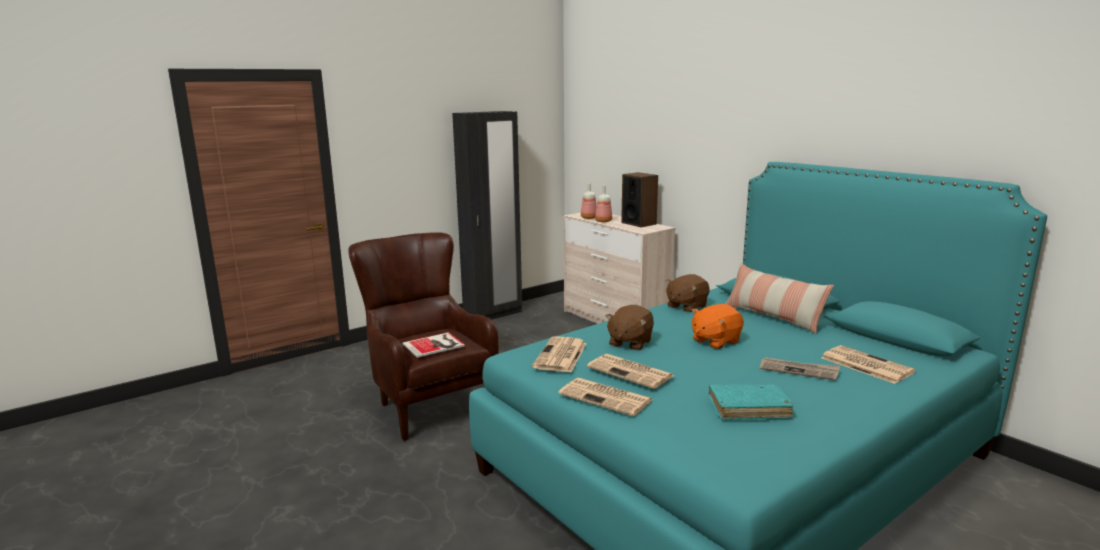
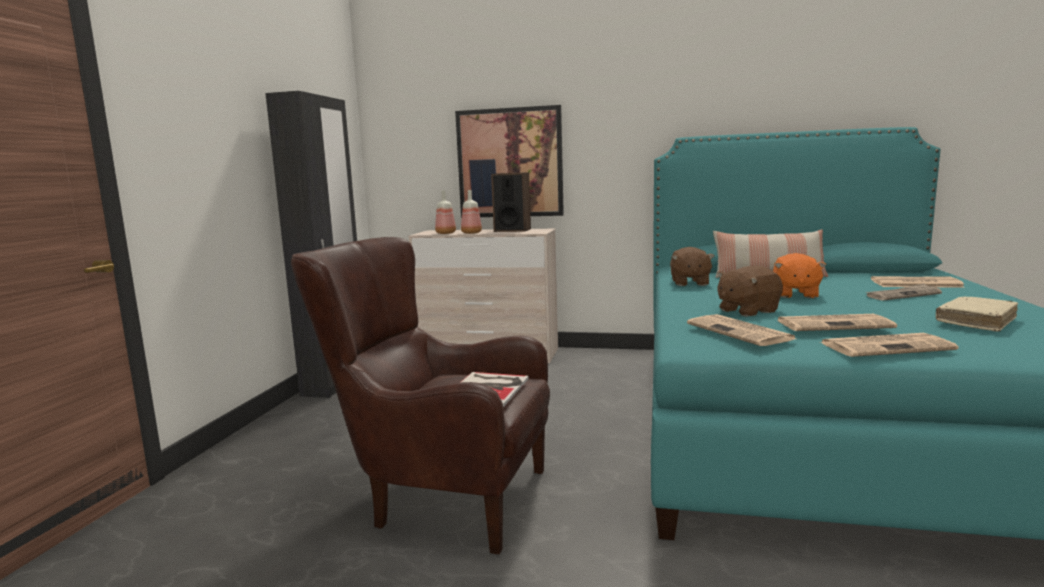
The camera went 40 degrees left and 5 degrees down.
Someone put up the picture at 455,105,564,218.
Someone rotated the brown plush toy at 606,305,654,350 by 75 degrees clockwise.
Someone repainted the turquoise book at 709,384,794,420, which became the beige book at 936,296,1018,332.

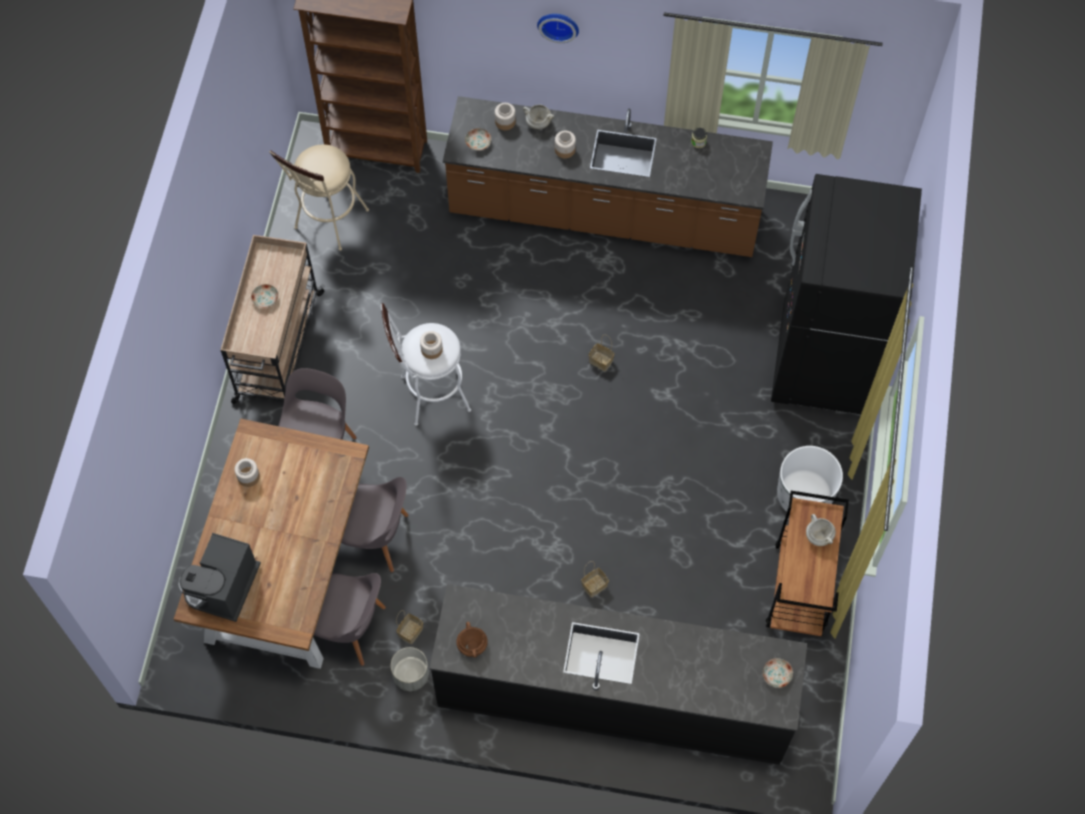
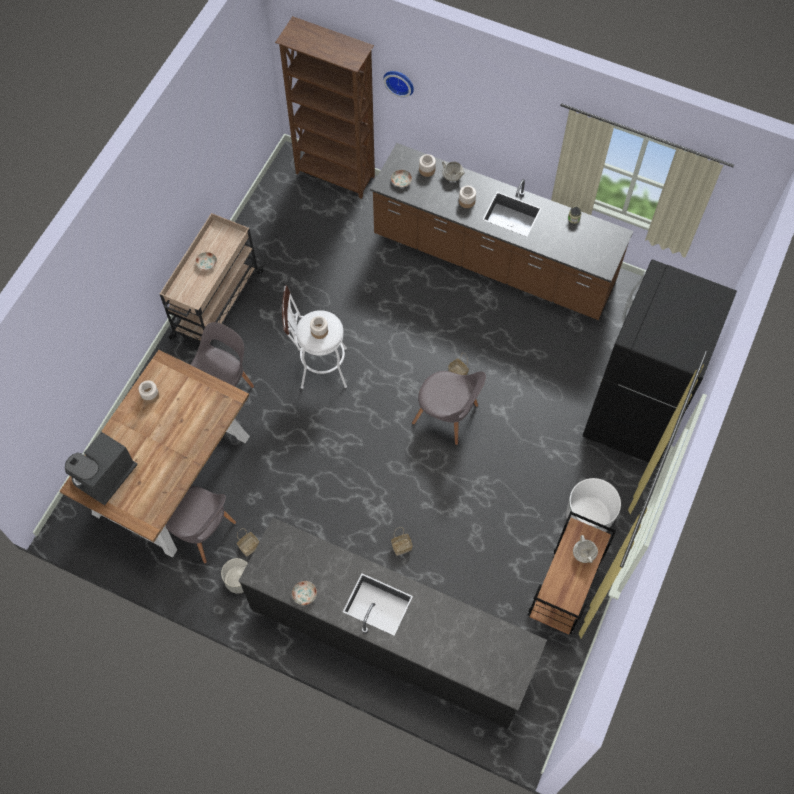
The camera went 15 degrees right and 0 degrees up.
Someone carried the plate from 763,658,793,688 to 292,581,317,605.
Someone carried the wall clock from 537,14,579,43 to 383,71,414,98.
Someone carried the grey chair from 341,477,409,572 to 412,371,486,445.
Someone took away the beige stool at 269,145,369,251.
Someone took away the brown cooking pot at 456,622,488,658.

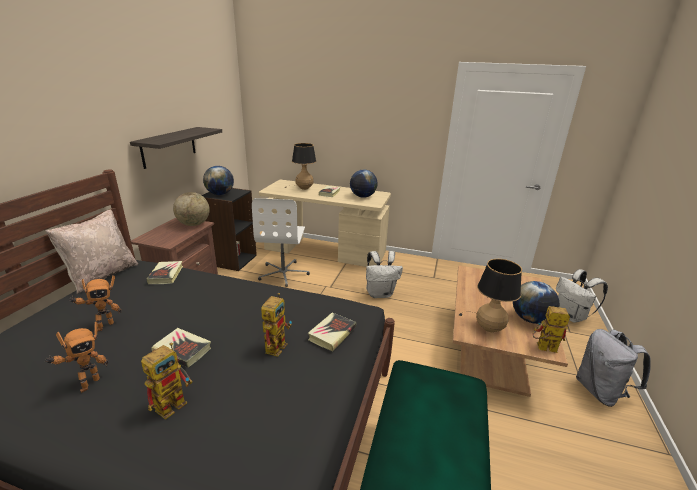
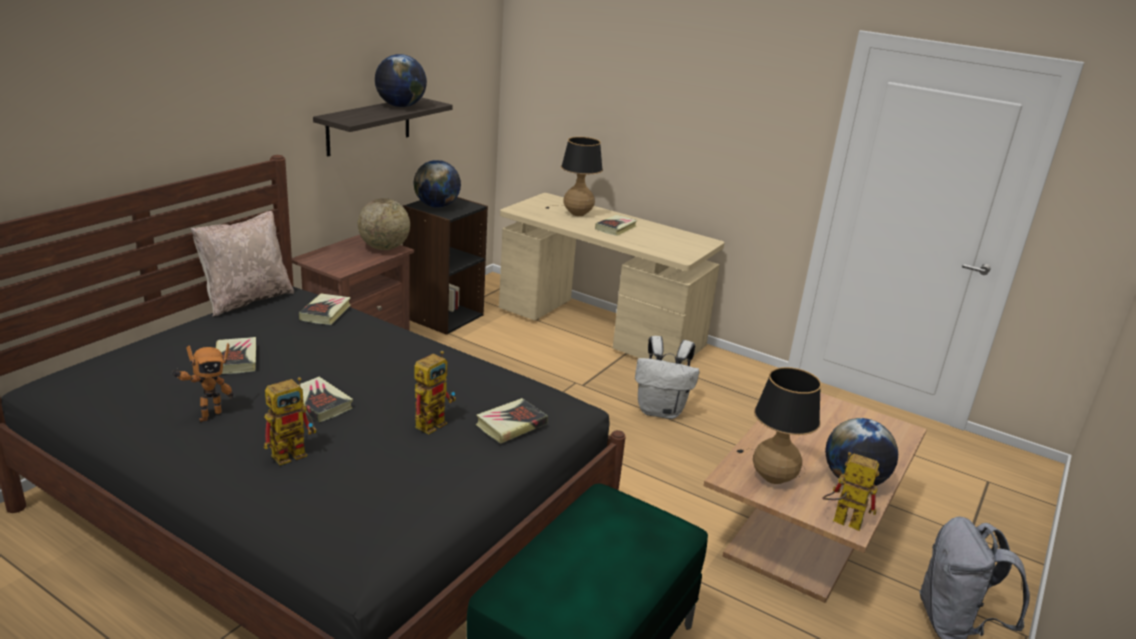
The camera went 15 degrees right and 0 degrees up.
Someone swapped the toy robot at 68,275,122,332 for the book at 216,337,256,374.
Someone carried the globe from 350,170,377,198 to 375,54,427,107.
Someone took away the white office chair at 252,198,310,287.
Someone took away the white backpack at 556,269,608,323.

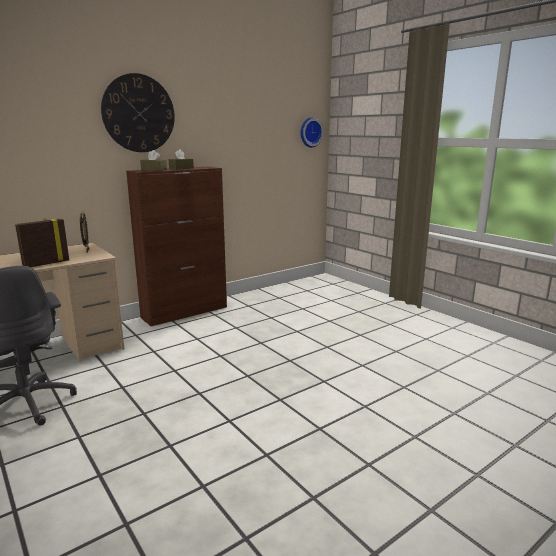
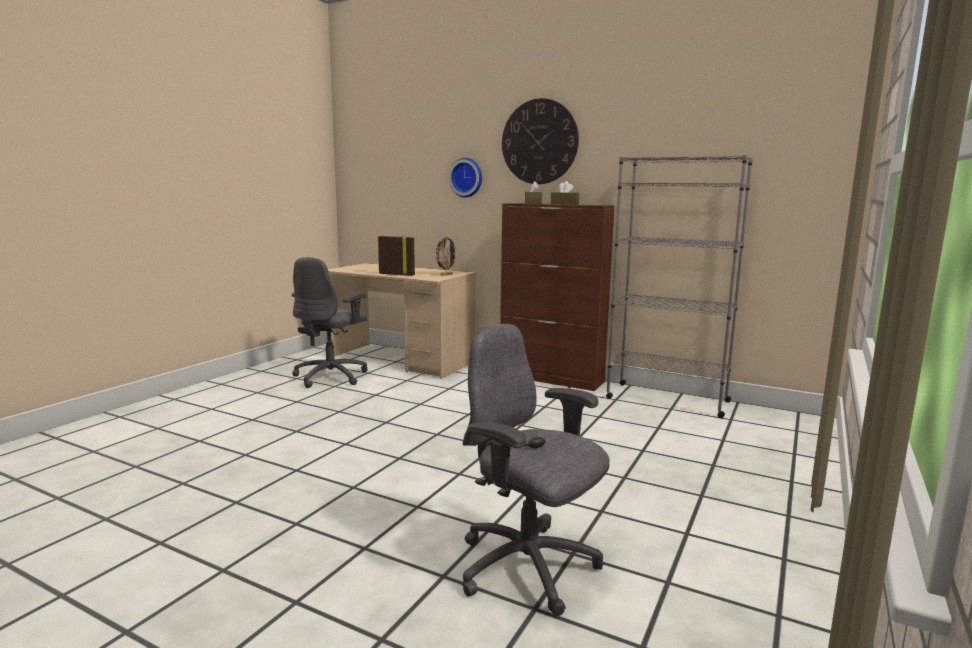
The camera went 65 degrees right and 5 degrees down.
Someone carried the wall clock from 300,117,324,148 to 448,158,482,197.
Someone put down the grey office chair at 462,324,610,616.
Someone put down the grey bookcase at 606,155,753,418.

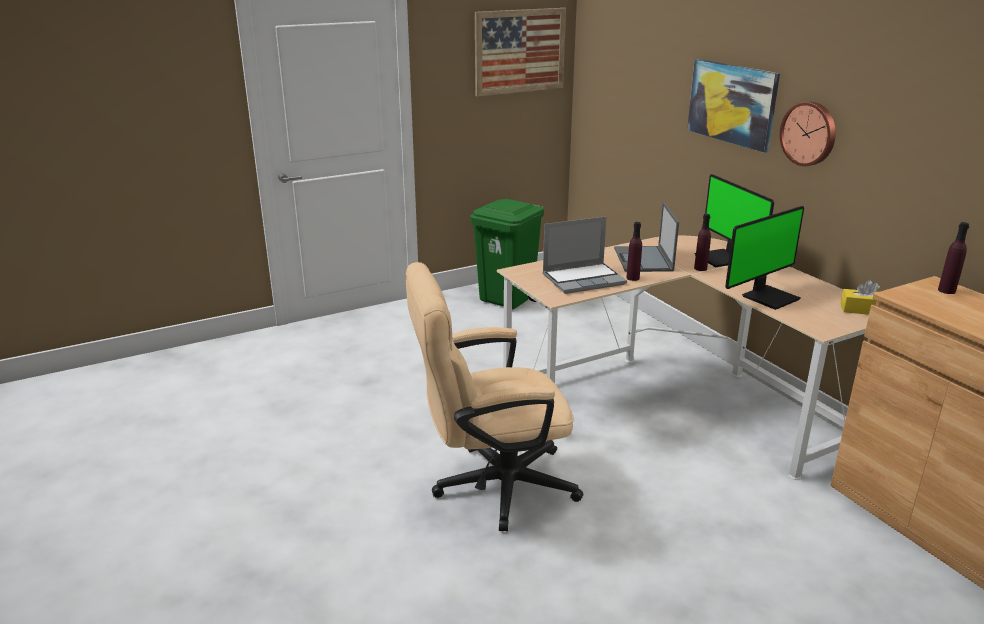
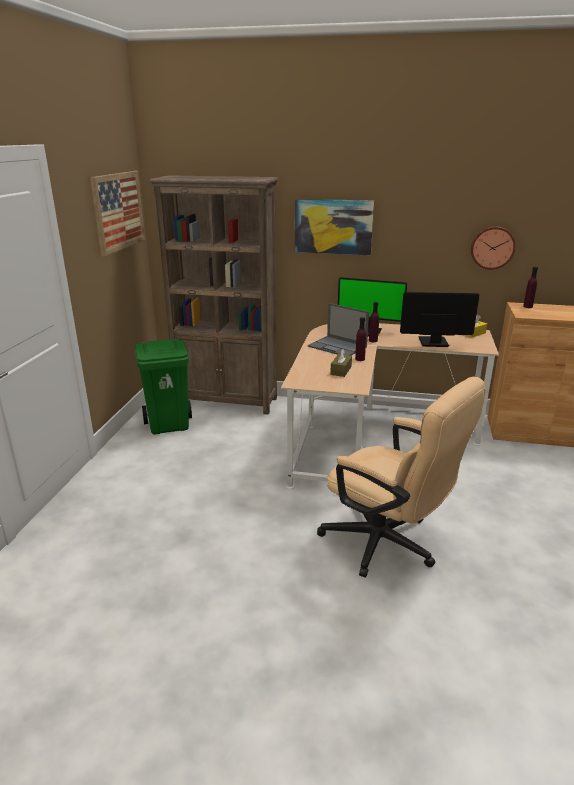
The camera went 50 degrees left and 0 degrees up.
Someone put down the brown bookcase at 149,175,279,415.
Someone rotated the beige office chair at 405,262,583,531 by 75 degrees counterclockwise.
Someone swapped the laptop at 542,216,627,294 for the brown tissue box at 330,349,352,377.
Someone rotated the monitor at 725,206,804,310 by 90 degrees counterclockwise.
Someone carried the wall clock from 780,102,836,166 to 471,226,516,270.

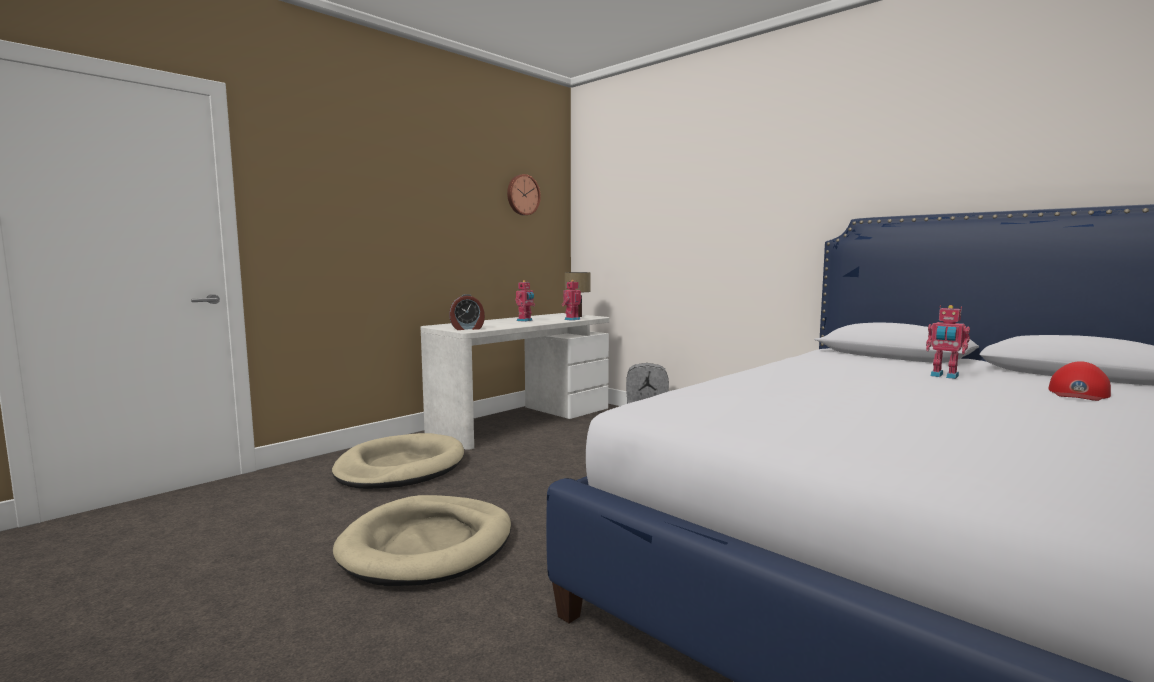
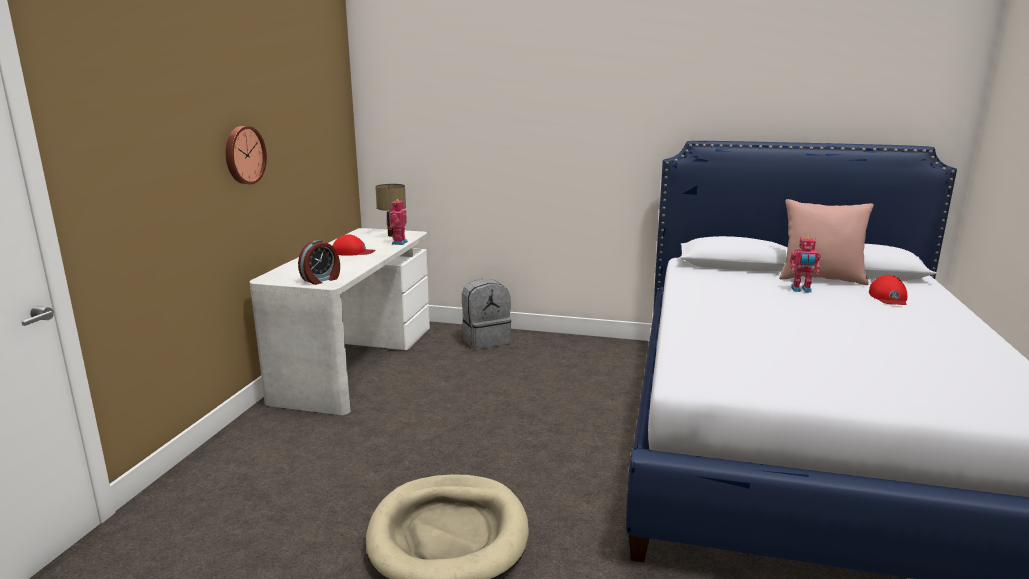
The camera went 30 degrees left and 10 degrees up.
Someone carried the wall clock from 507,174,541,215 to 226,126,267,184.
Someone swapped the toy robot at 515,280,535,322 for the red cap at 332,234,376,256.
Someone put down the pink pillow at 779,199,874,285.
Someone took away the beige dog bed at 332,433,464,489.

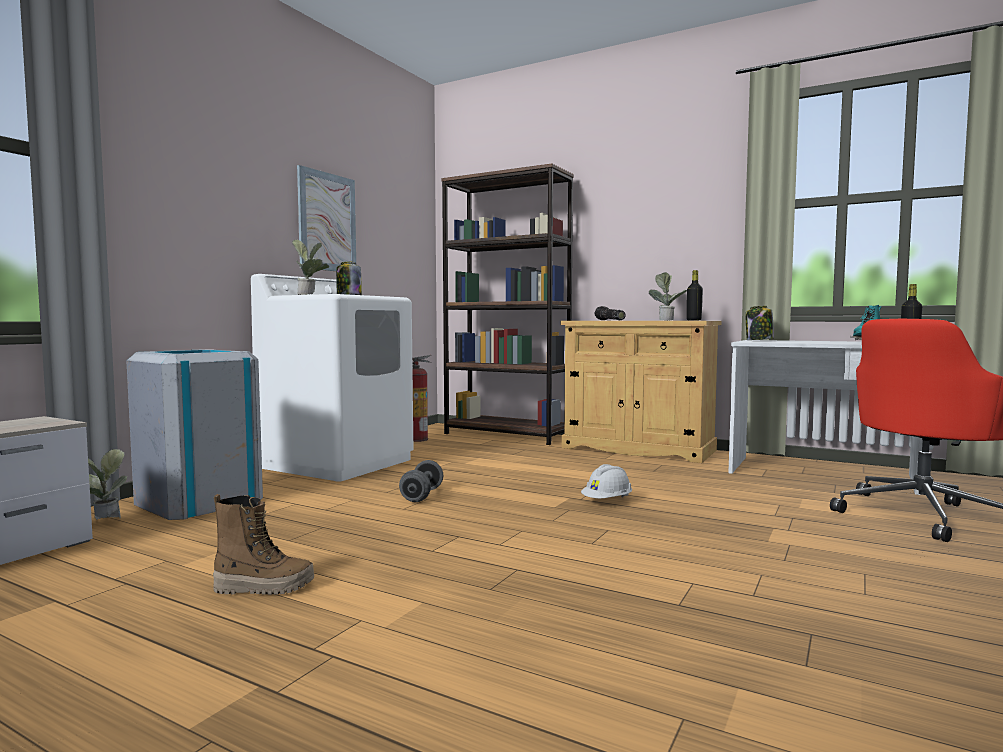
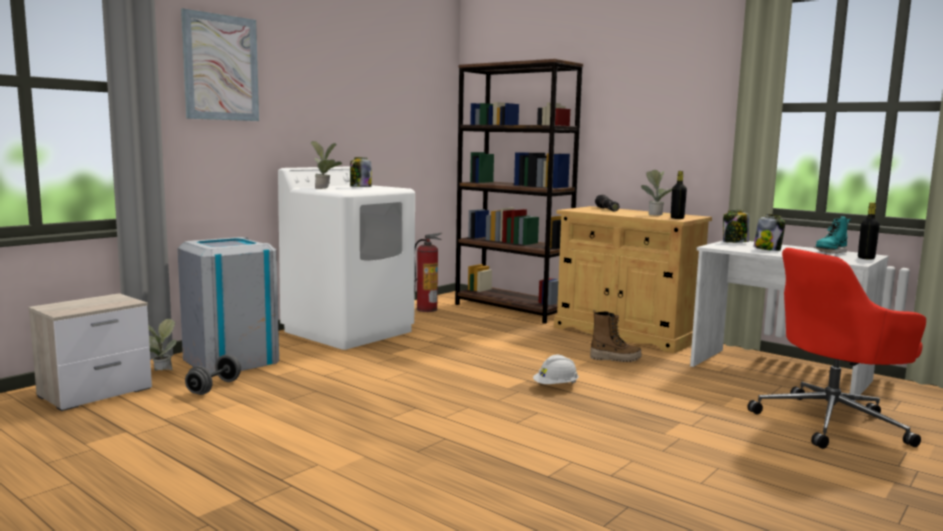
The camera went 10 degrees right and 5 degrees up.
Someone carried the picture from 297,165,356,271 to 181,8,259,121.
Someone carried the grey dumbbell from 399,460,443,502 to 185,355,241,395.
Someone carried the boot from 213,494,314,595 to 590,310,641,362.
Someone put down the jar at 754,214,786,251.

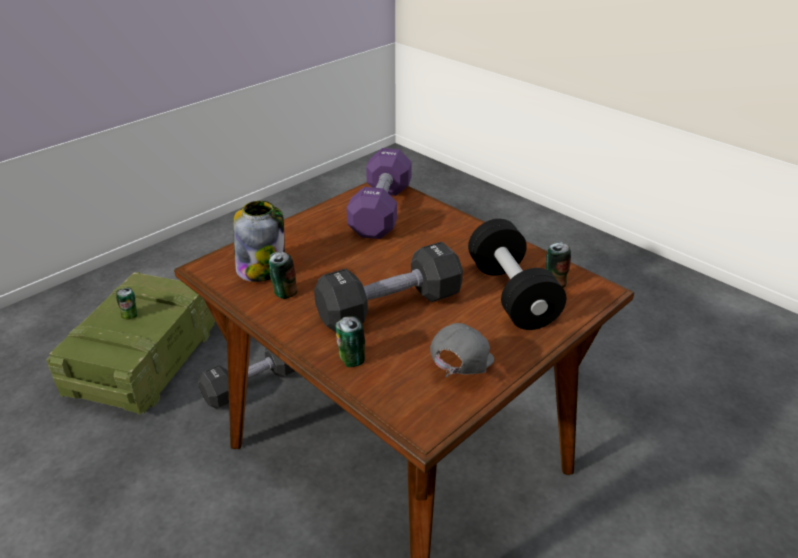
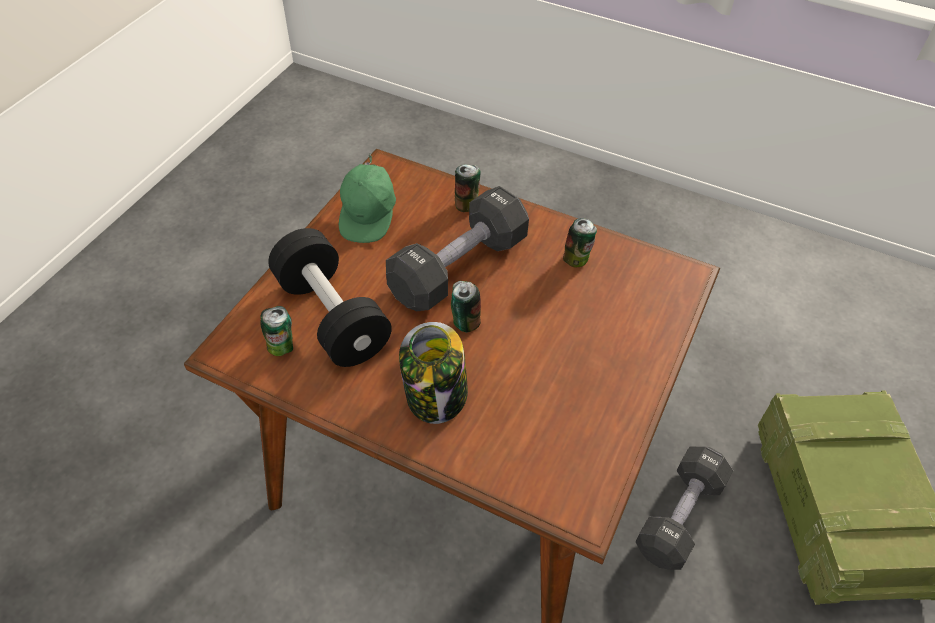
The camera went 160 degrees right and 15 degrees up.
Someone repainted the grey cap at 430,323,494,378, which became the green cap at 339,154,396,243.
Someone carried the jar from 233,201,285,282 to 399,322,468,424.
Someone carried the can from 116,288,137,320 to 451,281,481,332.
Someone took away the purple dumbbell at 347,148,412,239.

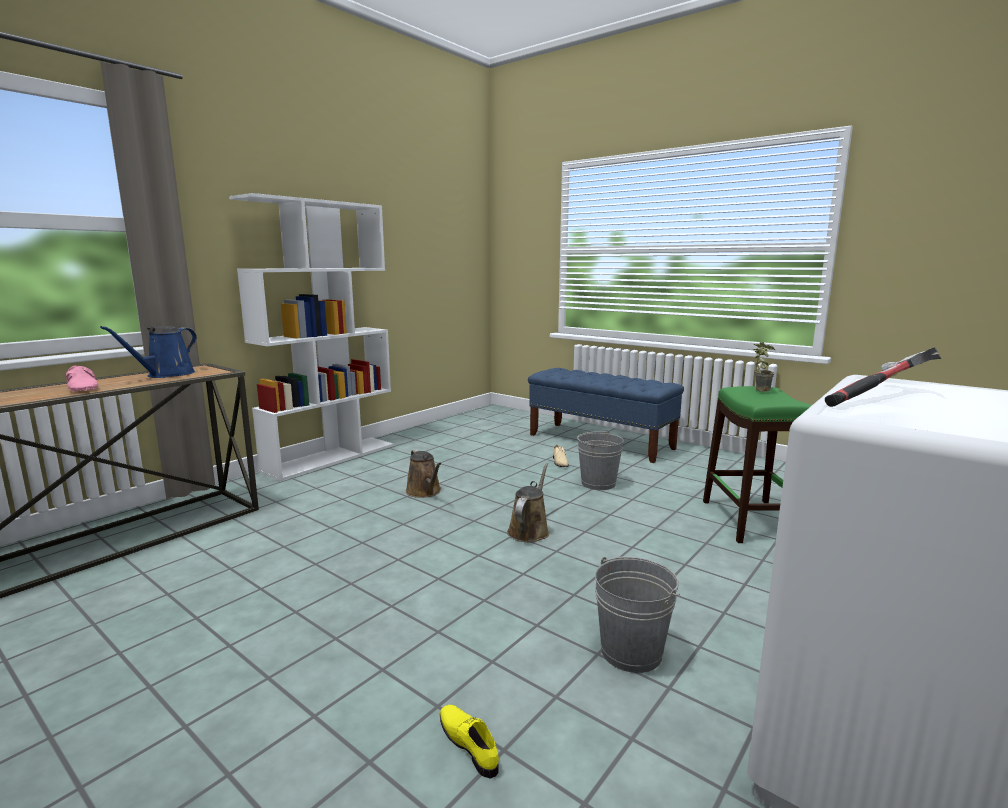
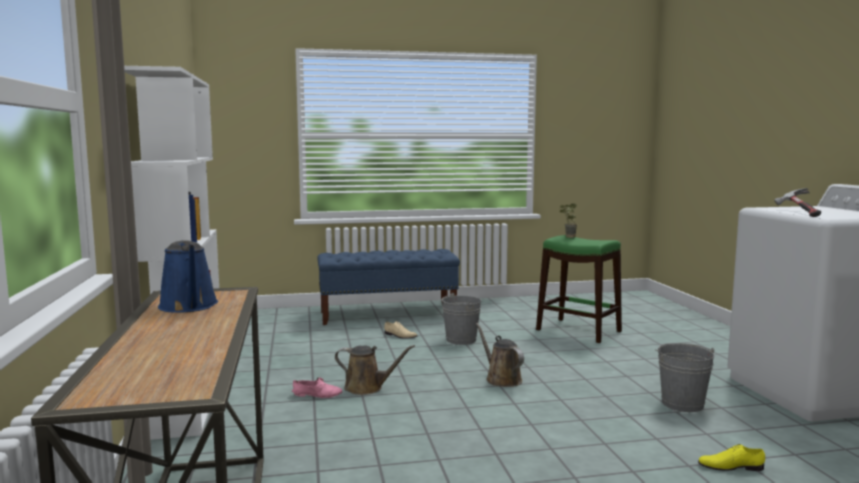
The camera went 50 degrees left and 5 degrees down.
Someone carried the pink shoe from 66,365,98,391 to 292,377,342,398.

